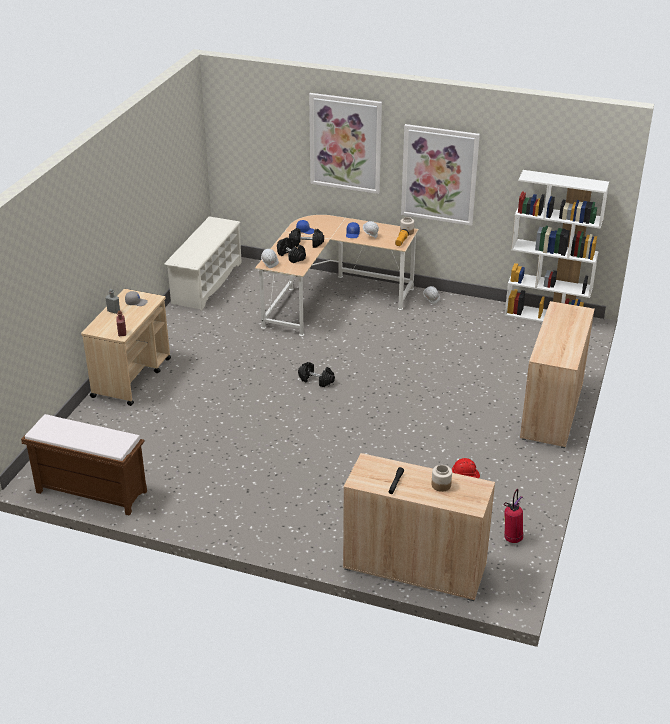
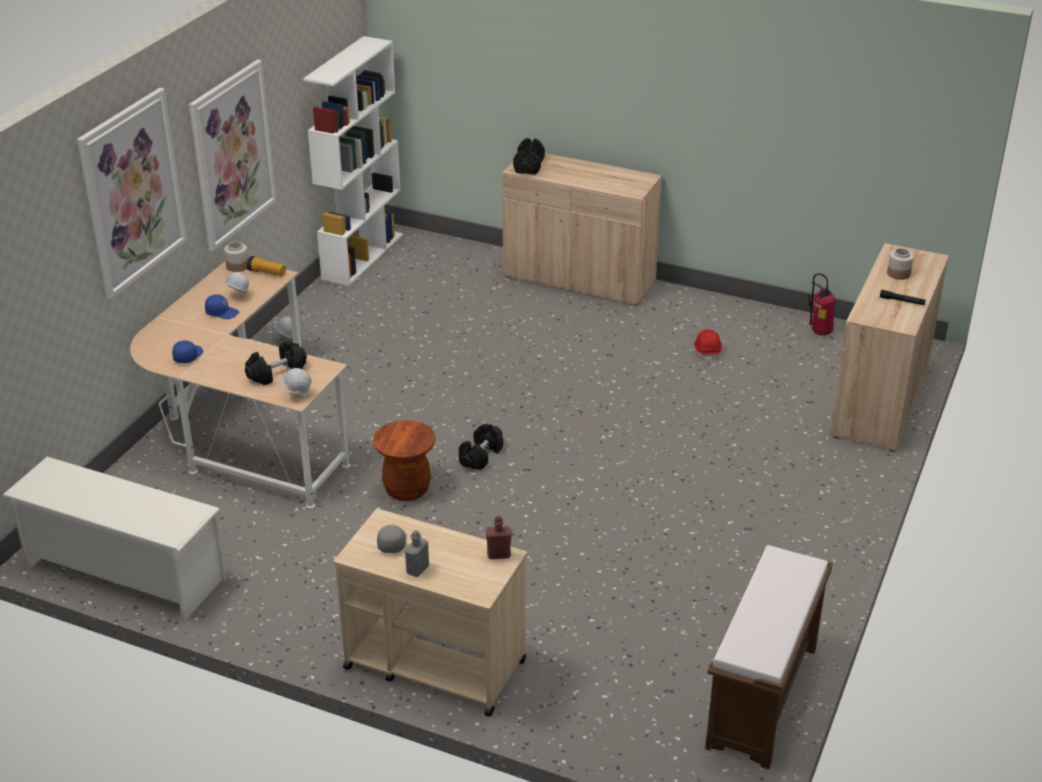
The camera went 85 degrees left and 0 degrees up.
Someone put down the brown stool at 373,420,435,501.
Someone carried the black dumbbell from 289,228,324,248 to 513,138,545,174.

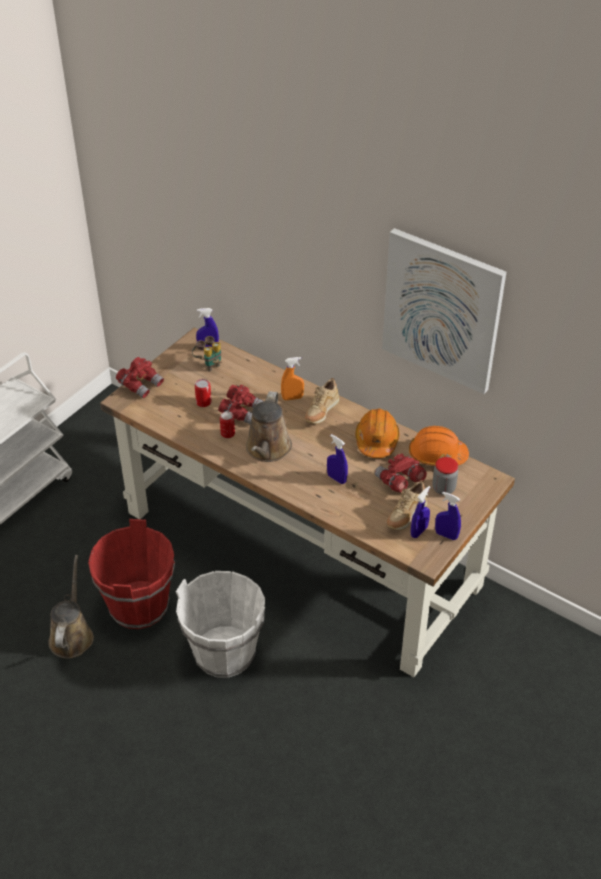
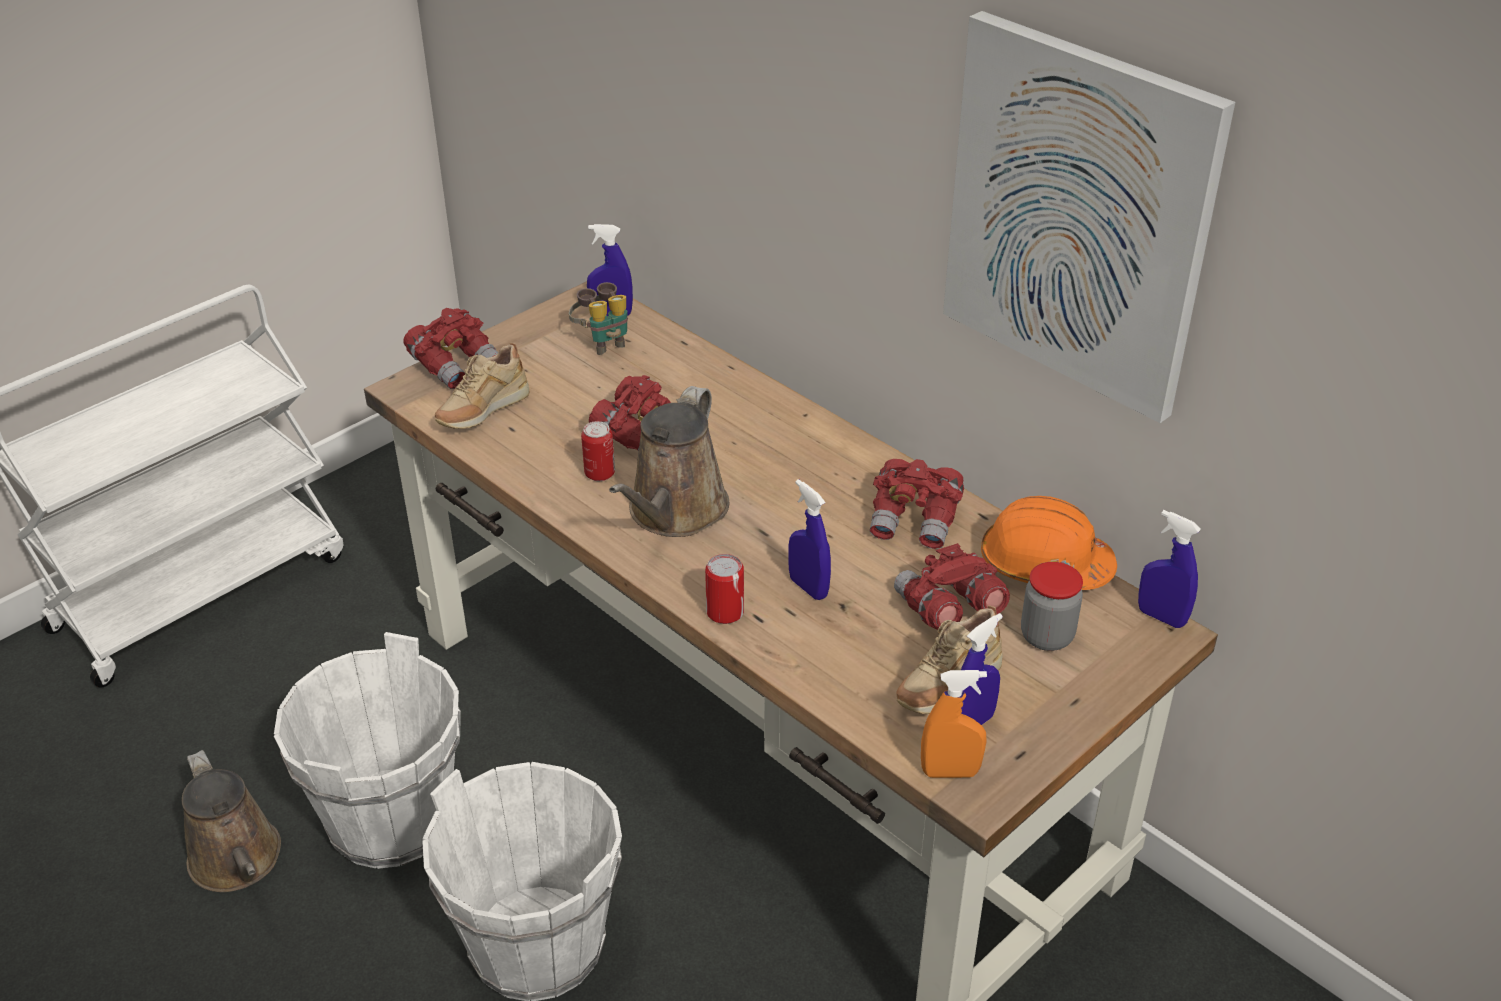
The camera went 10 degrees right and 5 degrees down.
Someone rotated the brown watering can at 48,555,94,659 by 135 degrees clockwise.
Someone repainted the red bucket at 88,519,175,629, which became the white bucket at 274,632,461,869.
Someone carried the beige shoe from 305,378,339,424 to 435,343,529,429.
Someone carried the can from 195,379,212,407 to 705,554,744,624.
Someone swapped the orange hard hat at 355,408,399,458 for the red binoculars at 870,459,964,549.
Someone carried the orange spray bottle from 281,357,304,400 to 921,670,987,778.
Someone carried the blue spray bottle from 435,492,461,540 to 1138,510,1201,628.

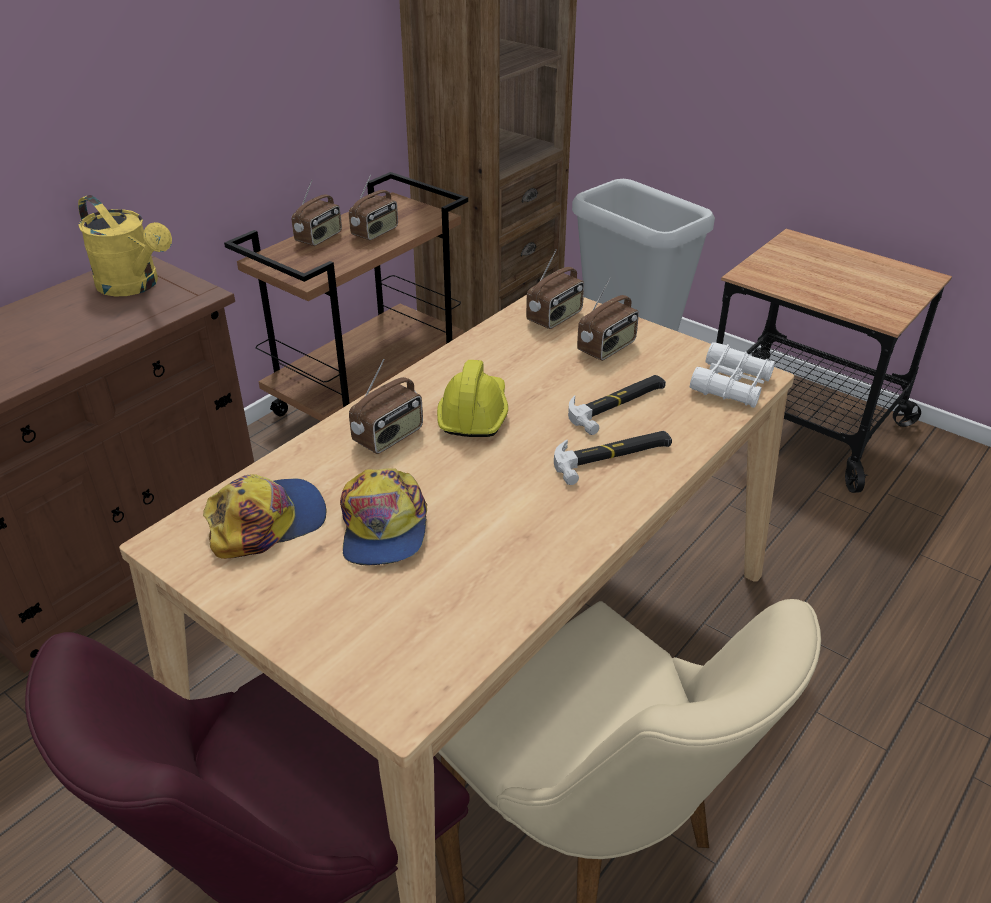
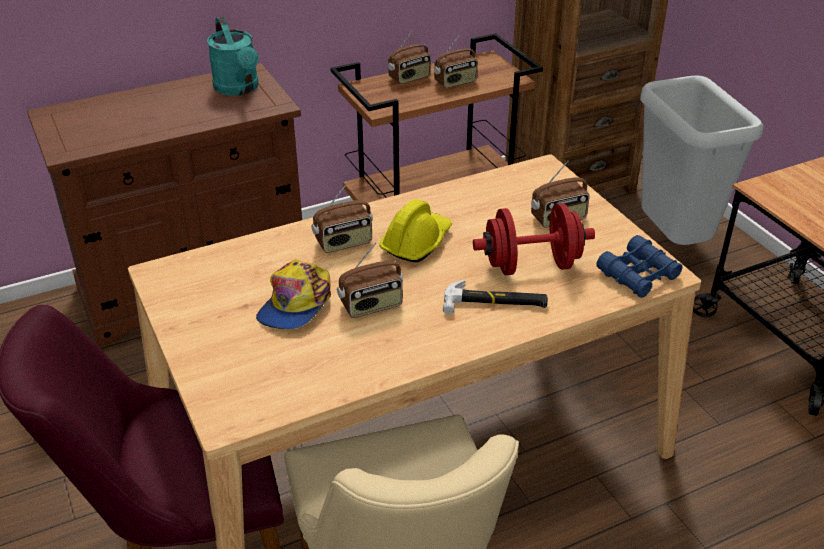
The camera went 25 degrees right and 0 degrees up.
Someone repainted the yellow watering can at 78,195,172,296, which became the turquoise watering can at 207,17,259,96.
Someone carried the radio from 526,249,584,329 to 337,242,403,318.
Someone swapped the hammer at 568,375,666,435 for the red dumbbell at 473,203,595,275.
Someone repainted the white binoculars at 690,342,775,408, which became the blue binoculars at 596,235,682,298.
Someone took away the cap at 203,474,327,559.

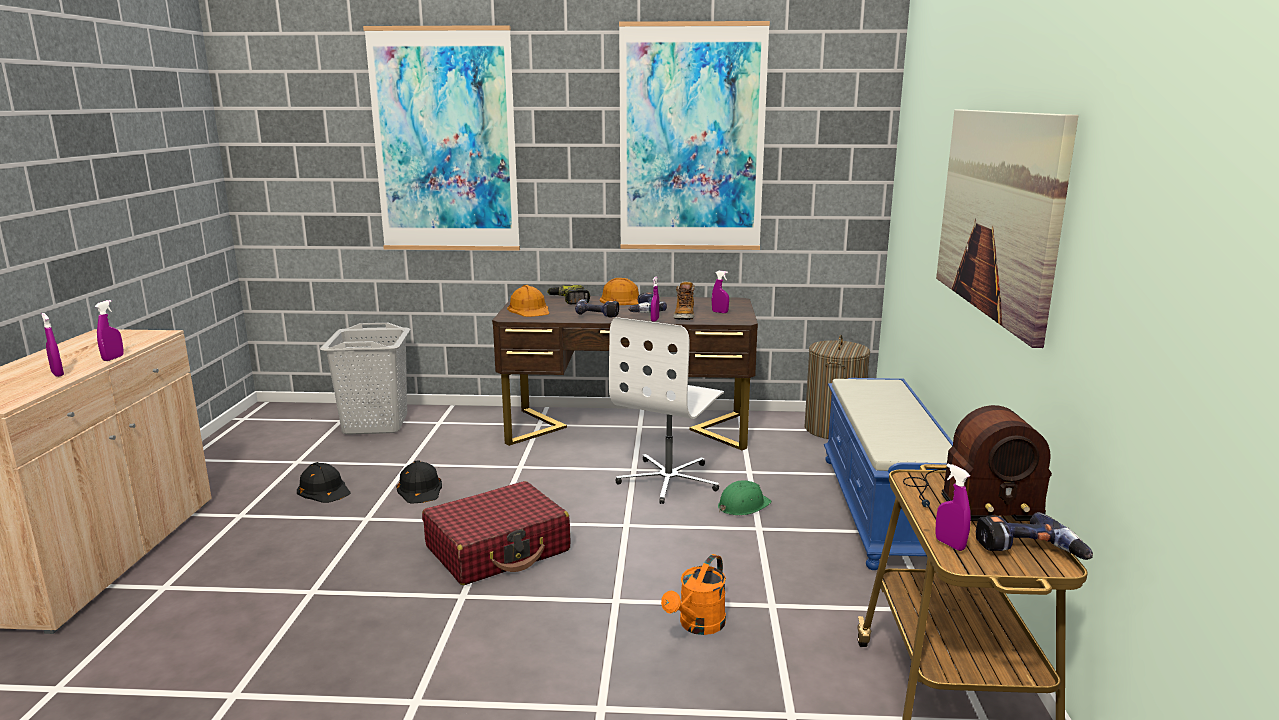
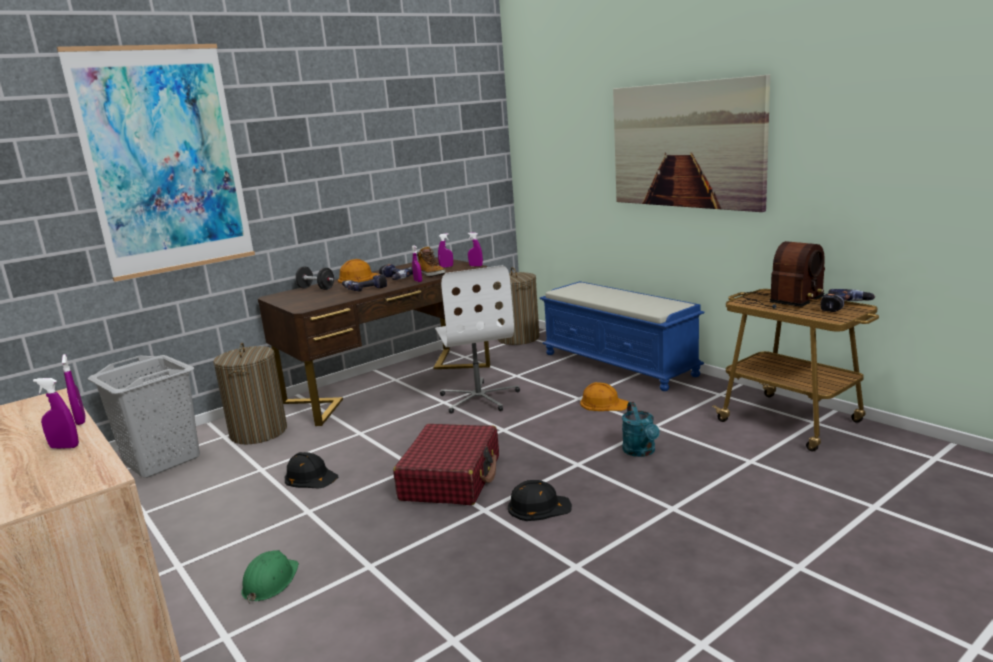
The camera went 40 degrees left and 0 degrees up.
Someone put down the laundry basket at 213,343,287,444.
Someone carried the green hard hat from 718,480,772,516 to 241,550,299,604.
Someone swapped the power drill at 547,285,590,304 for the black dumbbell at 295,266,334,290.
Someone carried the purple spray bottle from 935,463,971,551 to 468,232,483,267.
Someone carried the black hard hat from 297,462,351,503 to 508,480,572,521.
Someone carried the orange hard hat from 507,285,549,317 to 580,382,628,411.
Someone repainted the orange watering can at 661,554,726,635, which became the turquoise watering can at 622,402,660,457.
Someone took away the picture at 619,21,770,250.

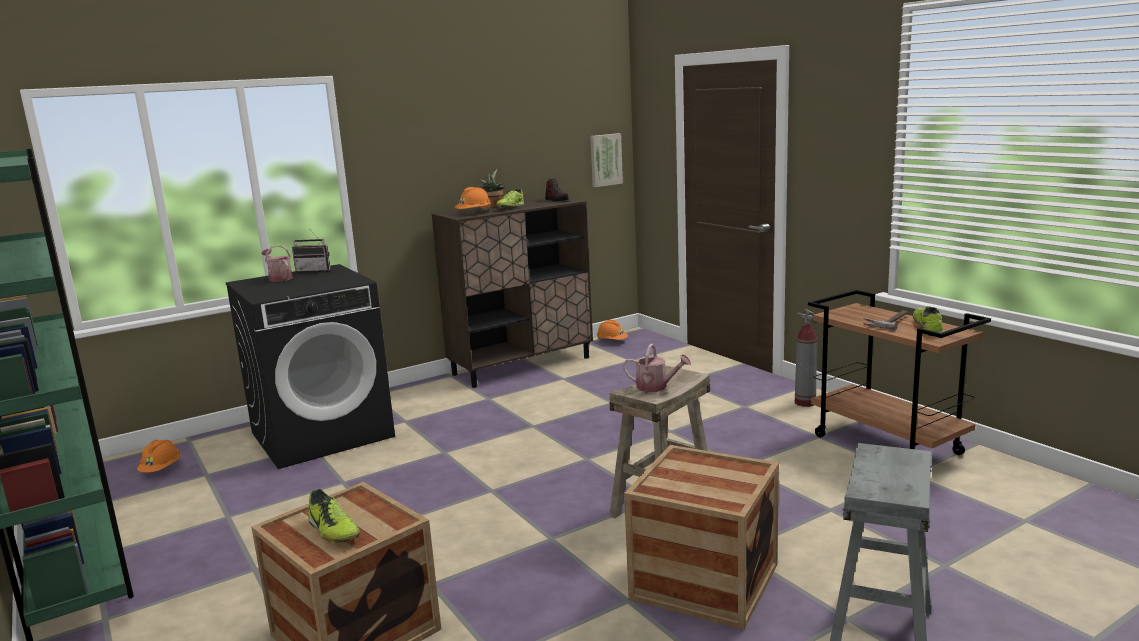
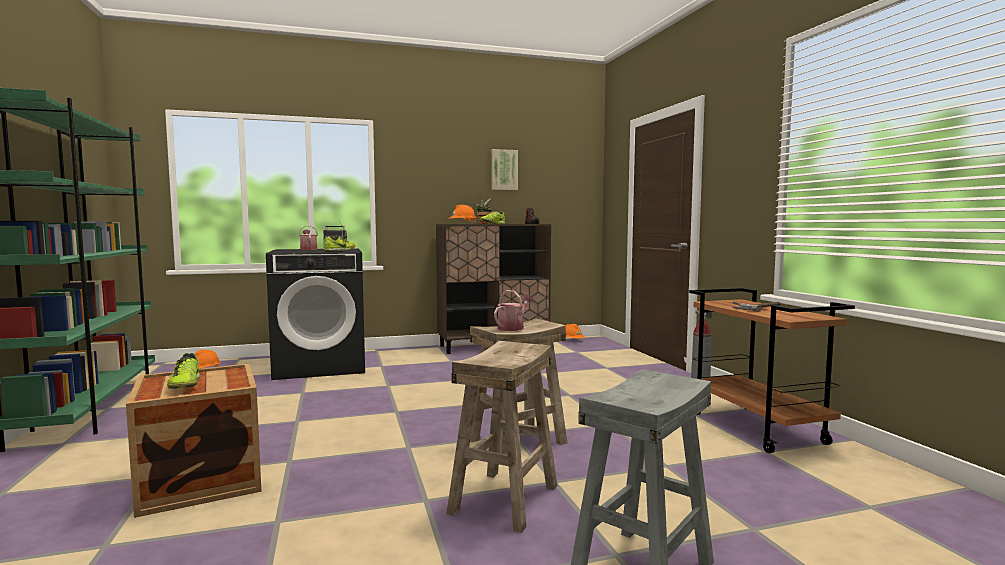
The camera went 15 degrees right and 10 degrees down.
Someone carried the shoe from 913,306,943,336 to 324,236,356,252.
Someone swapped the crate at 624,445,779,630 for the beige stool at 446,341,558,533.
Someone carried the picture from 590,133,623,187 to 491,149,518,190.
Someone rotated the watering can at 623,344,691,392 by 90 degrees counterclockwise.

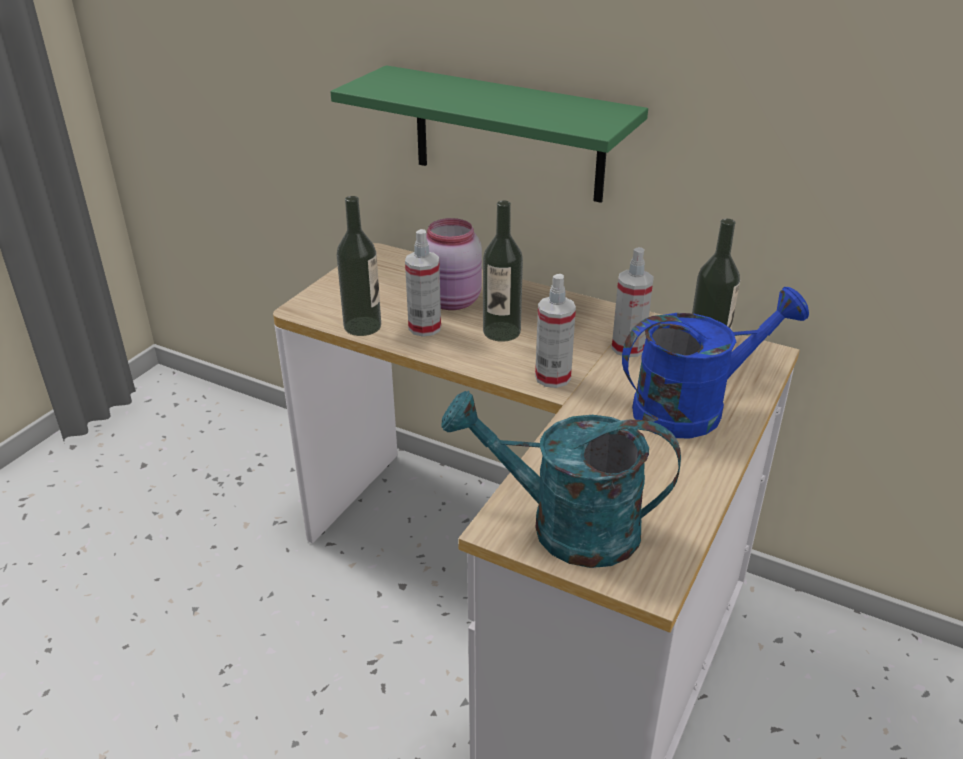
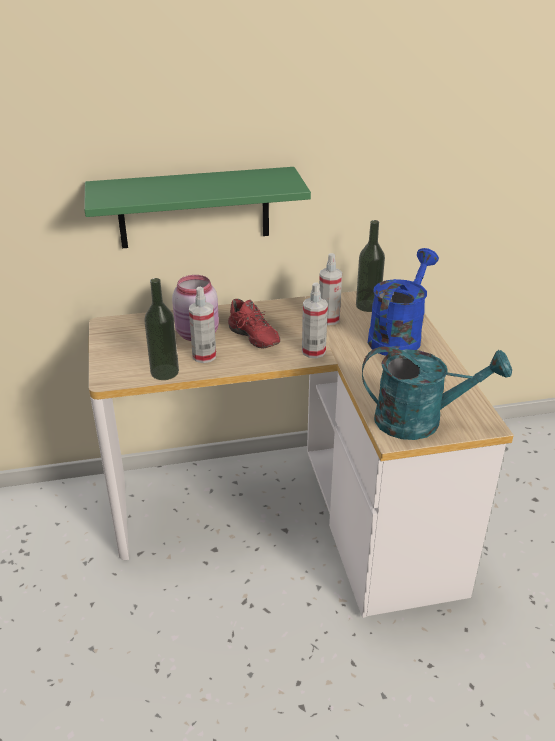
The camera went 40 degrees left and 0 degrees up.
Someone swapped the bottle at 483,200,523,342 for the red shoe at 228,299,280,348.
Someone rotated the turquoise watering can at 441,391,681,568 by 150 degrees counterclockwise.

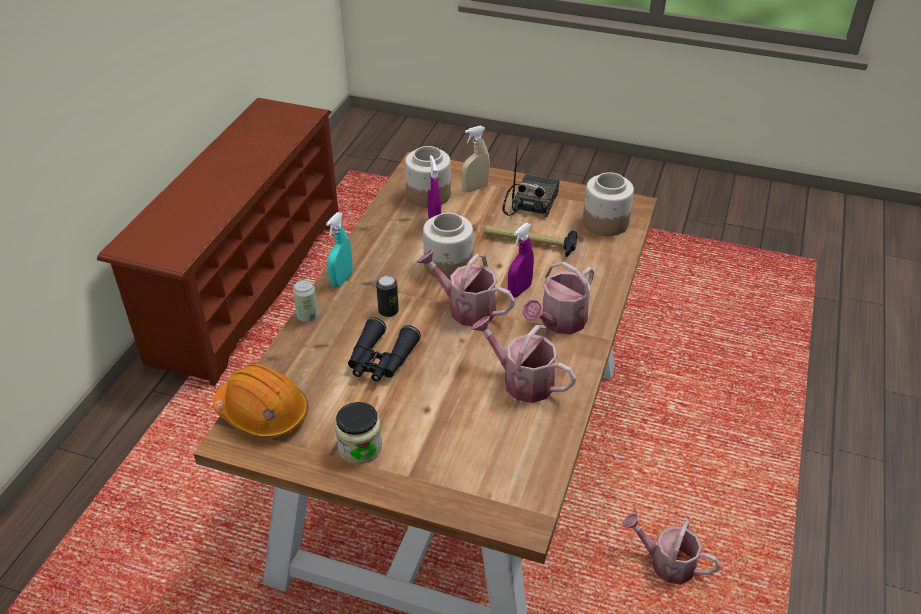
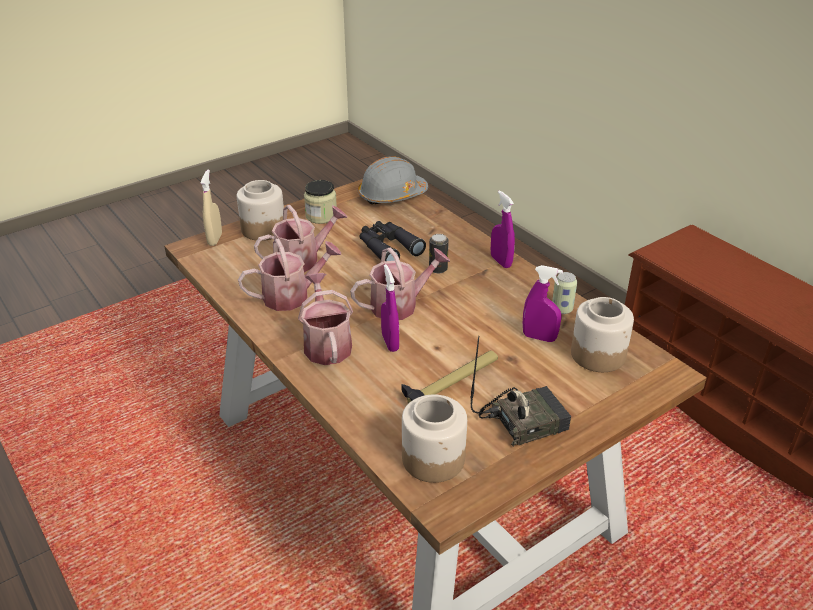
The camera went 125 degrees right and 5 degrees down.
Someone carried the beige spray bottle from 461,126,490,192 to 201,170,222,246.
Someone carried the jar from 423,213,473,280 to 237,180,284,241.
Someone carried the watering can from 622,513,721,584 to 254,205,348,272.
Someone repainted the orange hard hat at 213,364,309,438, which became the grey hard hat at 358,156,428,204.
Someone rotated the radio at 502,145,560,217 by 75 degrees counterclockwise.
Someone repainted the turquoise spray bottle at 326,212,353,288, which became the purple spray bottle at 491,190,515,268.
Someone carried the can from 293,280,318,322 to 552,272,577,314.

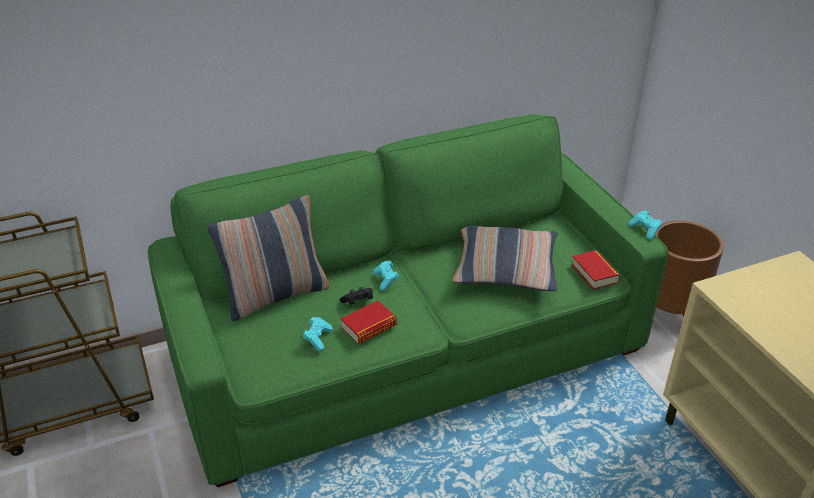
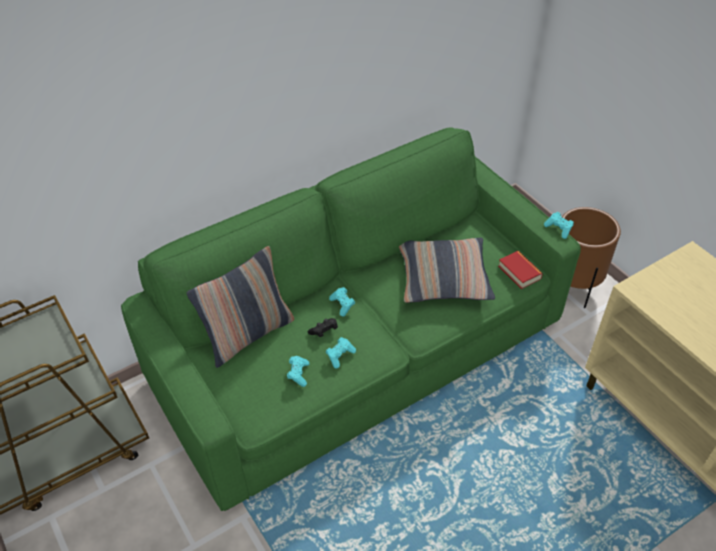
The camera went 10 degrees left and 10 degrees up.
Someone swapped the book at 341,301,397,344 for the turquoise game controller at 326,337,356,369.

